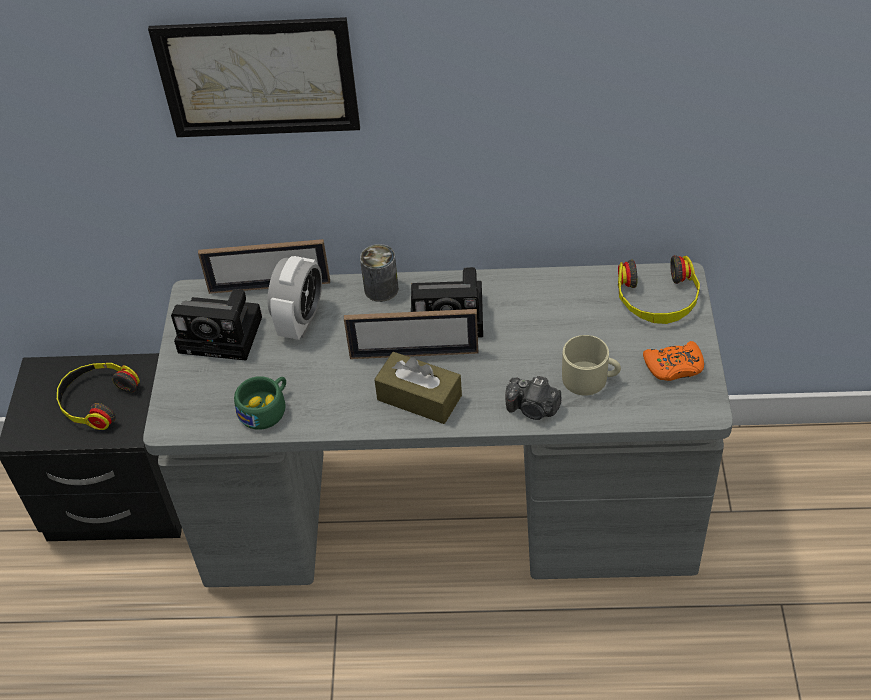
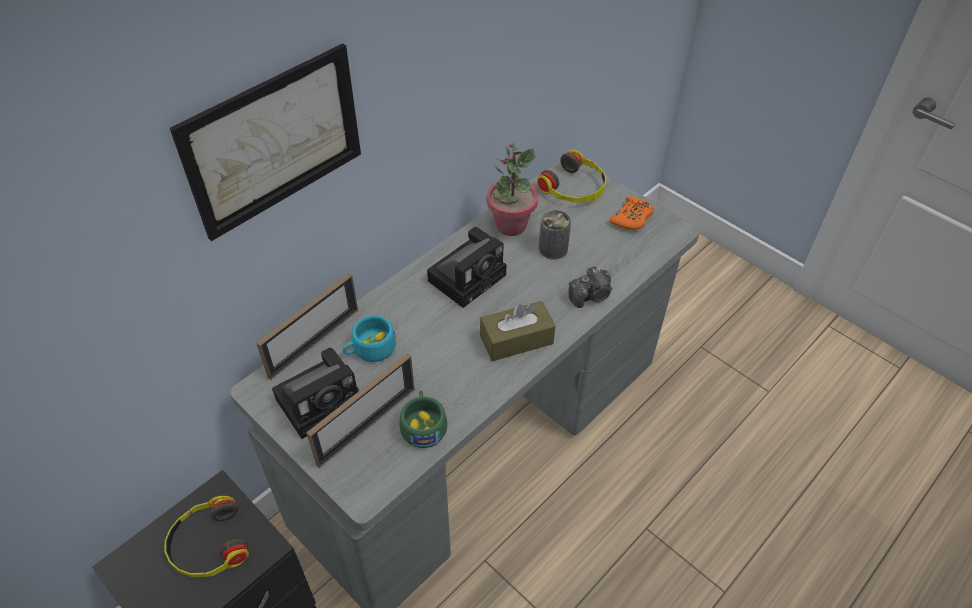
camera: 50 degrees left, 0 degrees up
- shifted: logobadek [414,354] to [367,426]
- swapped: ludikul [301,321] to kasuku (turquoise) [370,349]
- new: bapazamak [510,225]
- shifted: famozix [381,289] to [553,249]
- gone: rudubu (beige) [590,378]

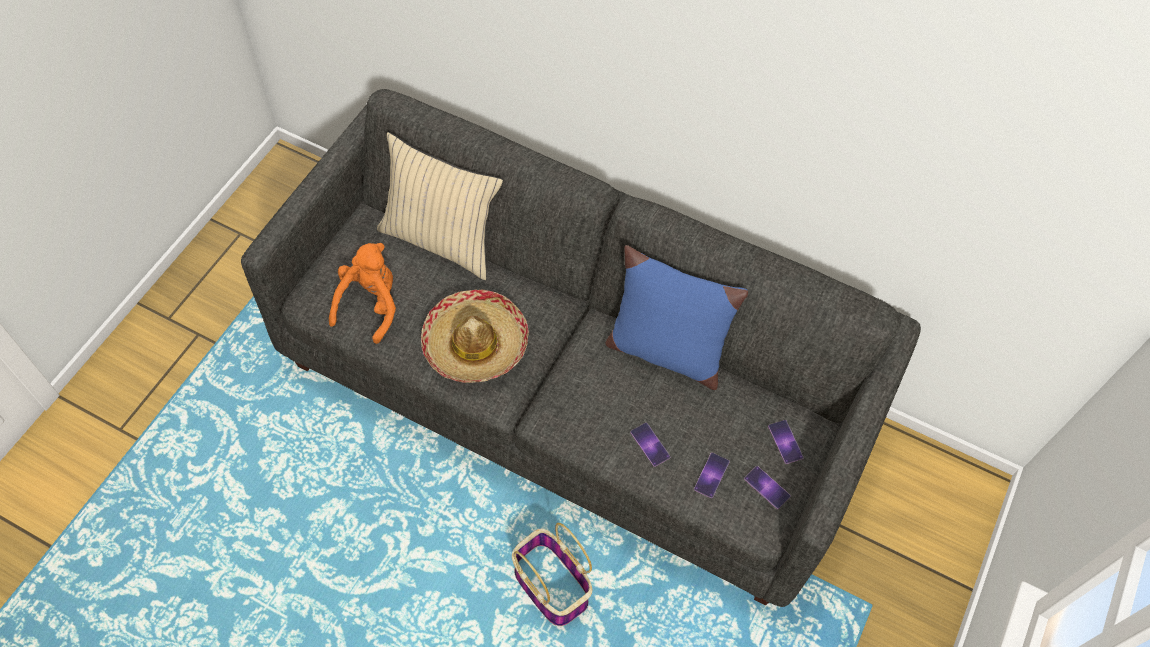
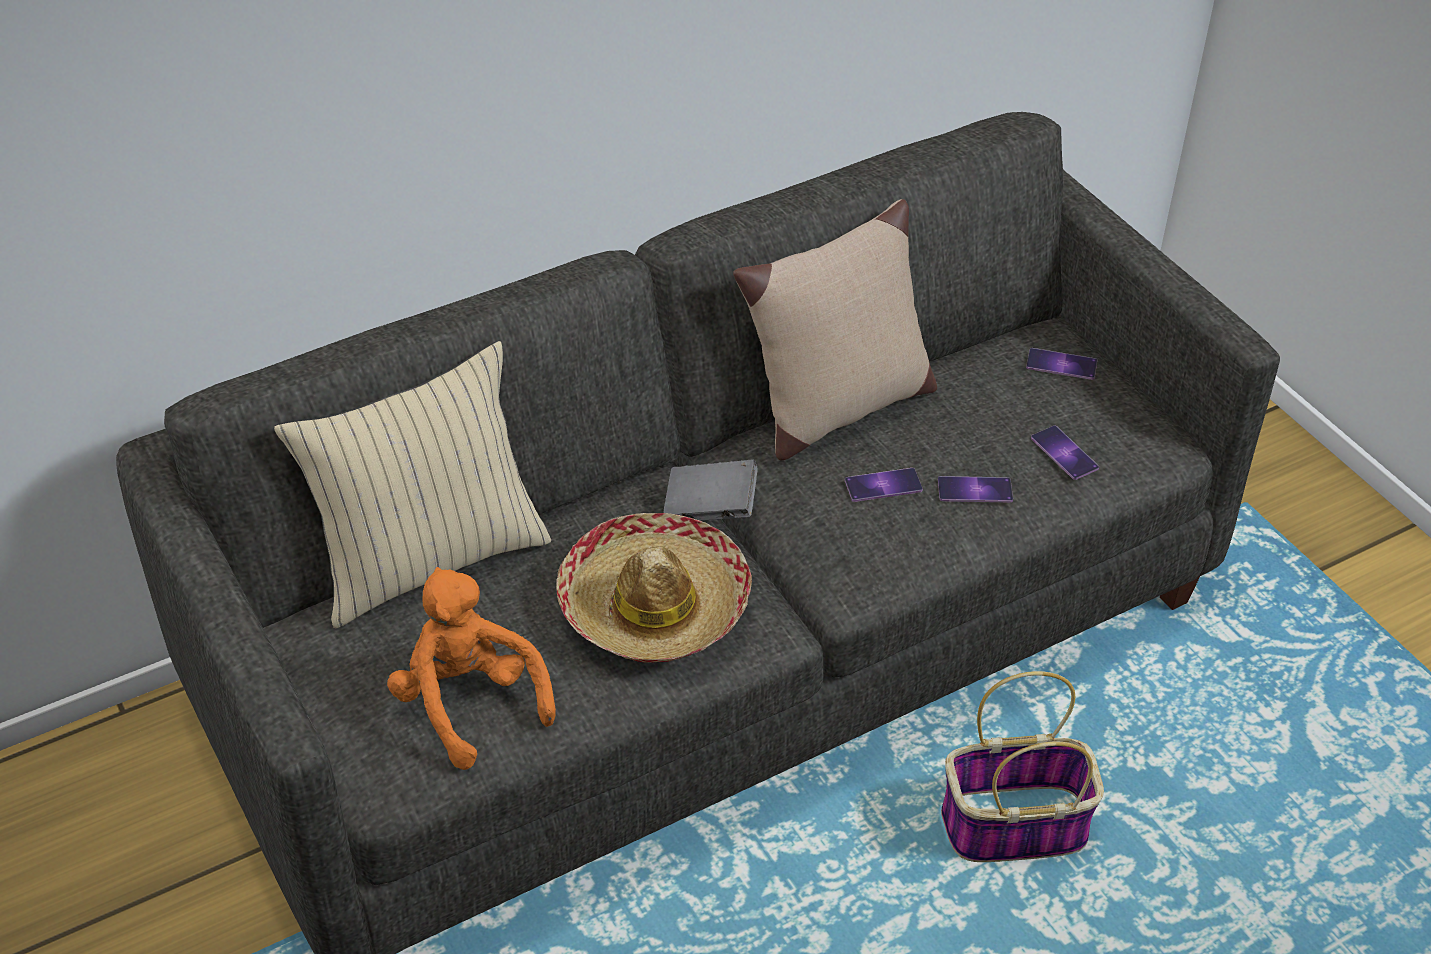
camera: 55 degrees left, 15 degrees down
- new: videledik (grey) [710,508]
- repainted: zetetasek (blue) [664,351] to zetetasek (beige) [836,409]
- shifted: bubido [767,487] to [883,485]

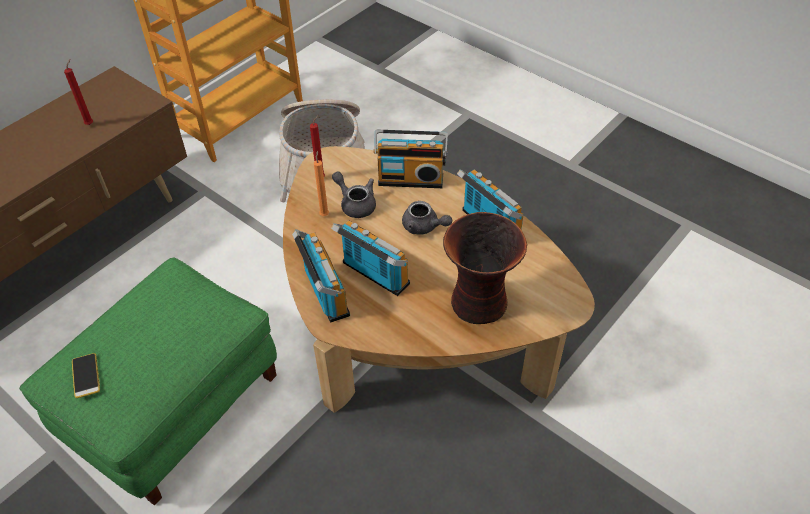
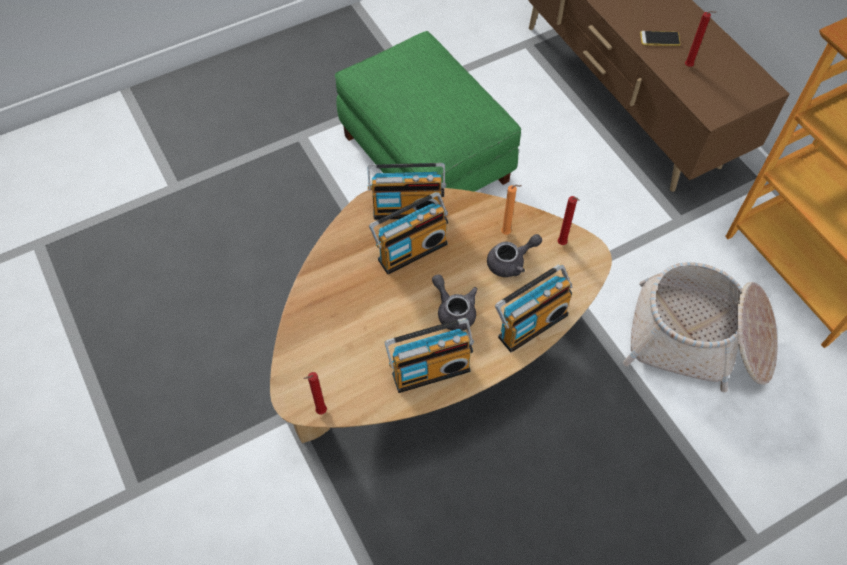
camera: 110 degrees right, 10 degrees up
- new: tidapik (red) [320,412]
- rotated: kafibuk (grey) [424,227] = [454,310] 90 degrees clockwise
- rotated: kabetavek [411,178] = [530,323] 150 degrees counterclockwise
- shifted: bubido [86,375] to [660,39]
- gone: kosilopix [480,304]

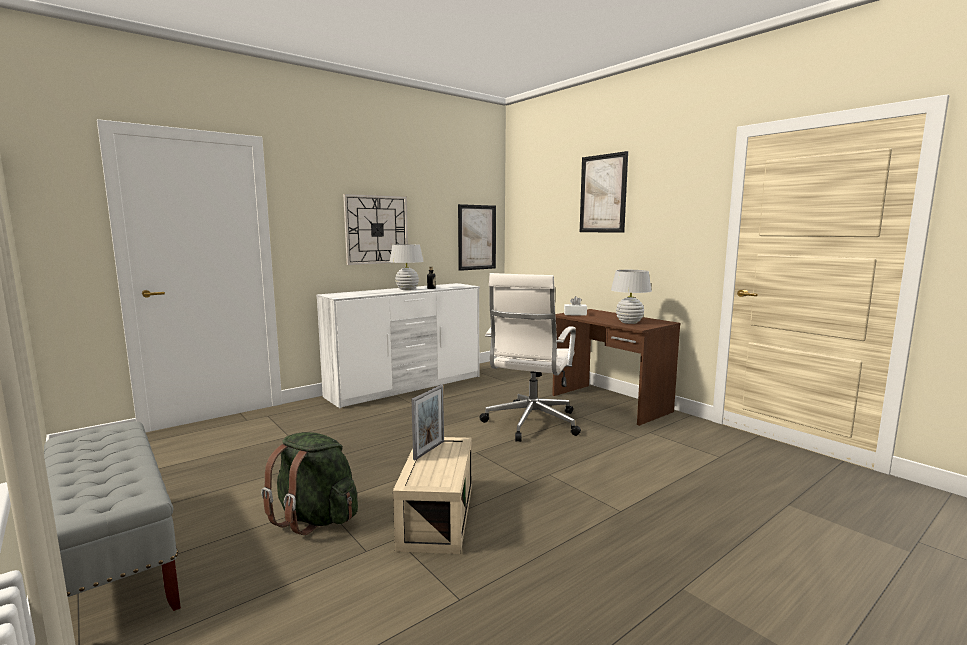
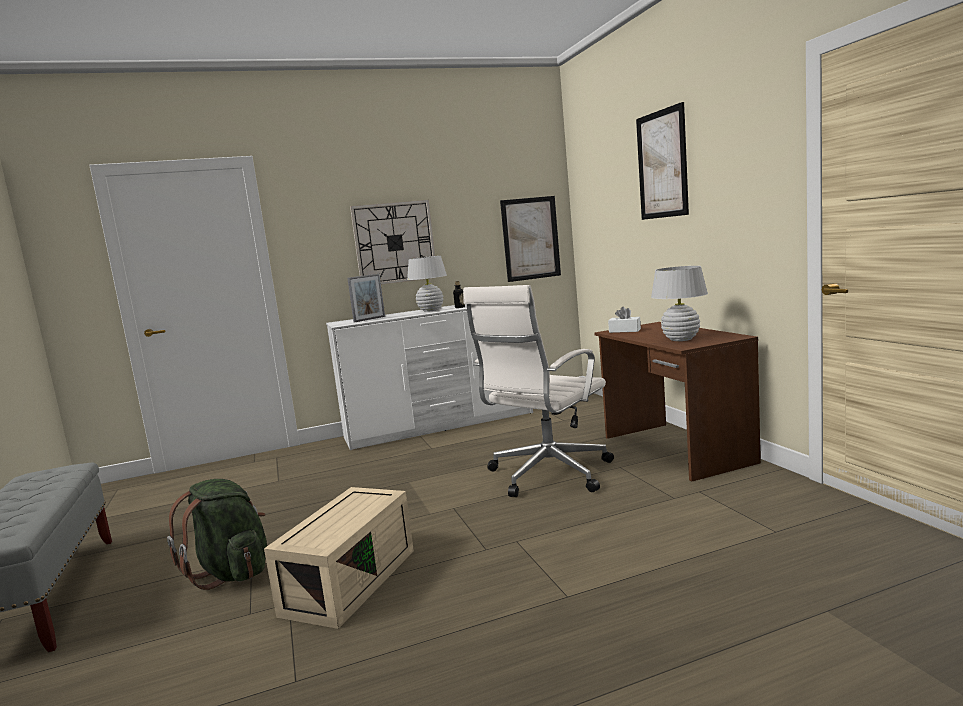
camera: 20 degrees right, 0 degrees up
- shifted: logobadek [429,450] to [369,319]

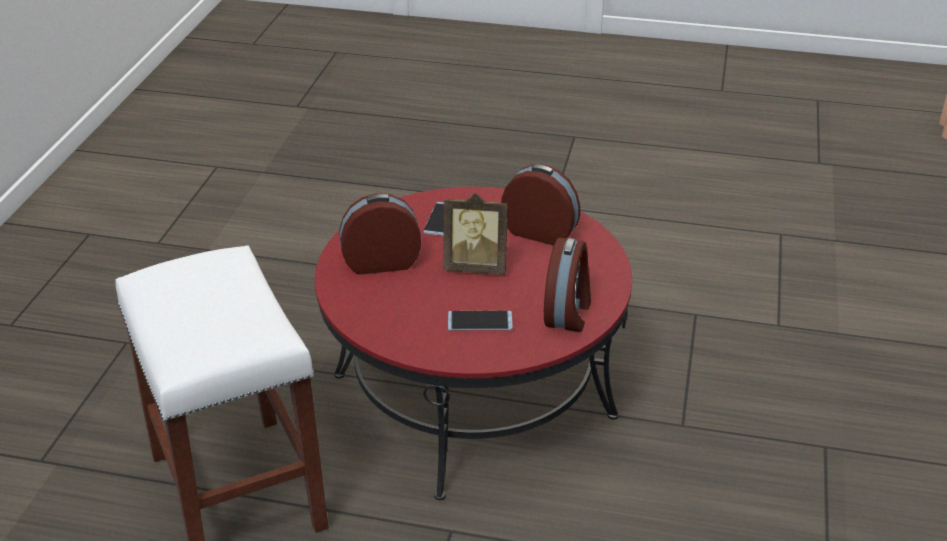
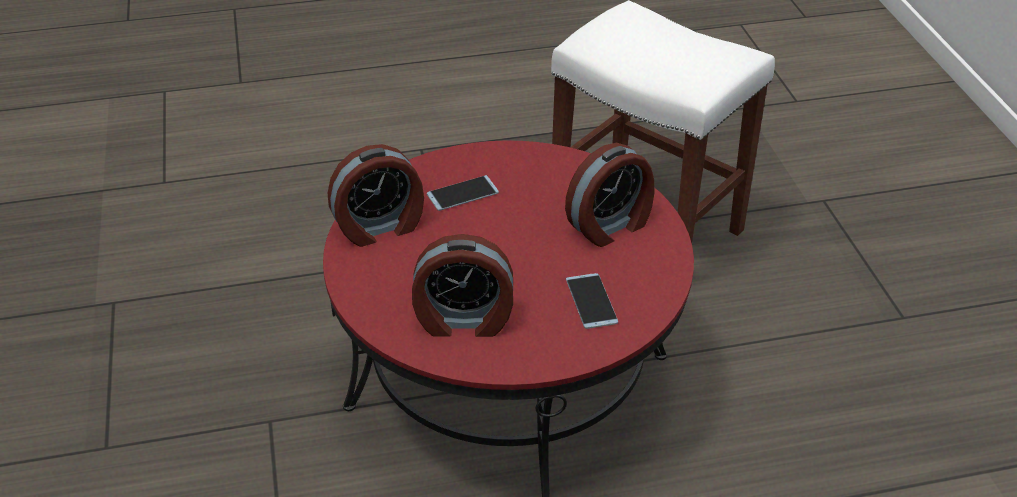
camera: 155 degrees right, 5 degrees up
- rotated: ludikul [568,313] = [380,227] 105 degrees counterclockwise
- gone: logobadek [476,266]

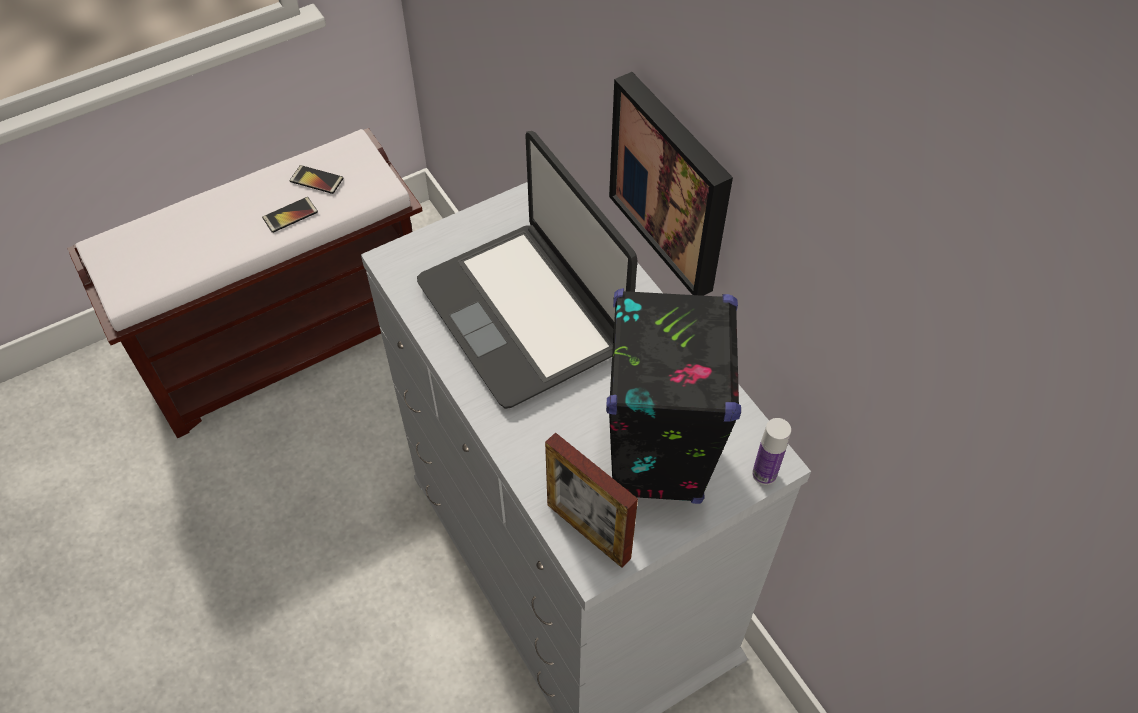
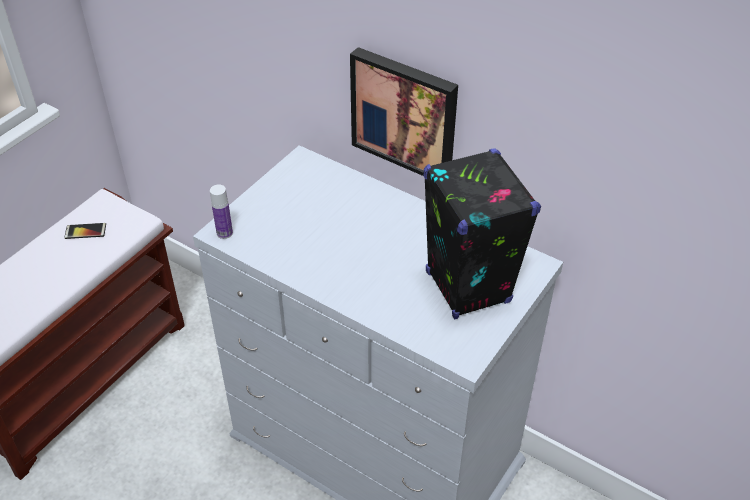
camera: 25 degrees left, 10 degrees down
- shifted: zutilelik [764,474] to [224,233]
- gone: bubido [290,215]
- gone: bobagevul [524,313]
- gone: logobadek [588,531]

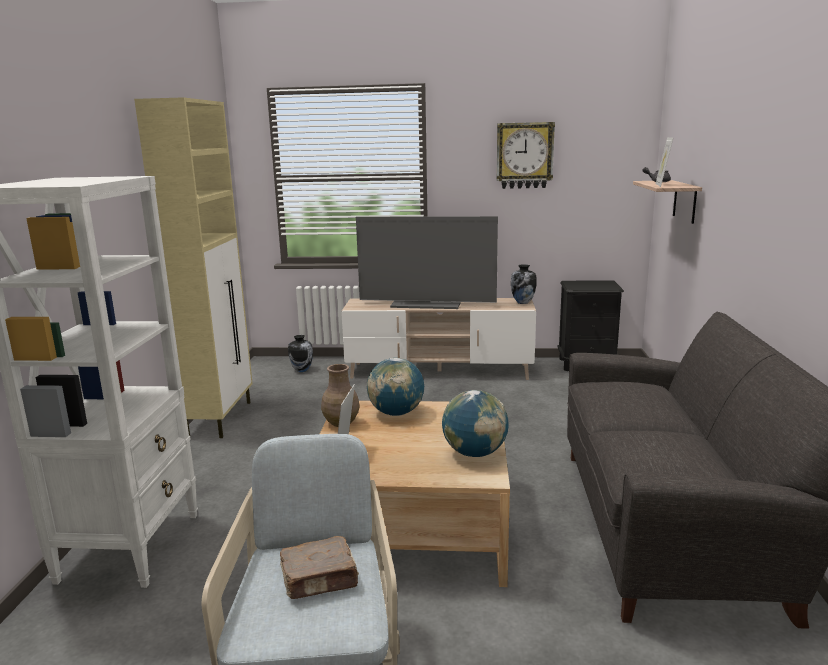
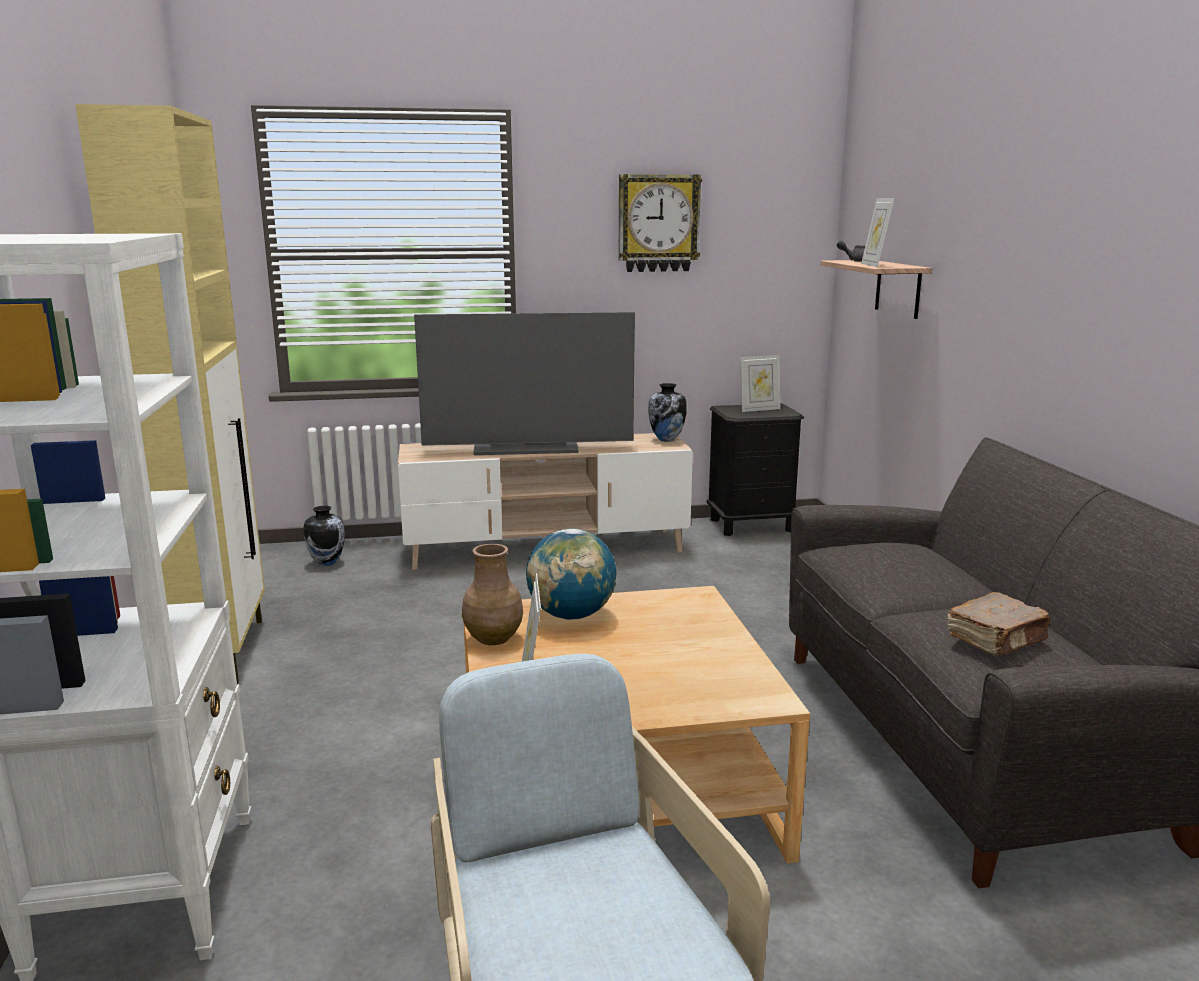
camera: 15 degrees left, 0 degrees up
- new: logobadek [759,409]
- shifted: videledik (brown) [320,580] to [997,639]
- gone: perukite [474,453]

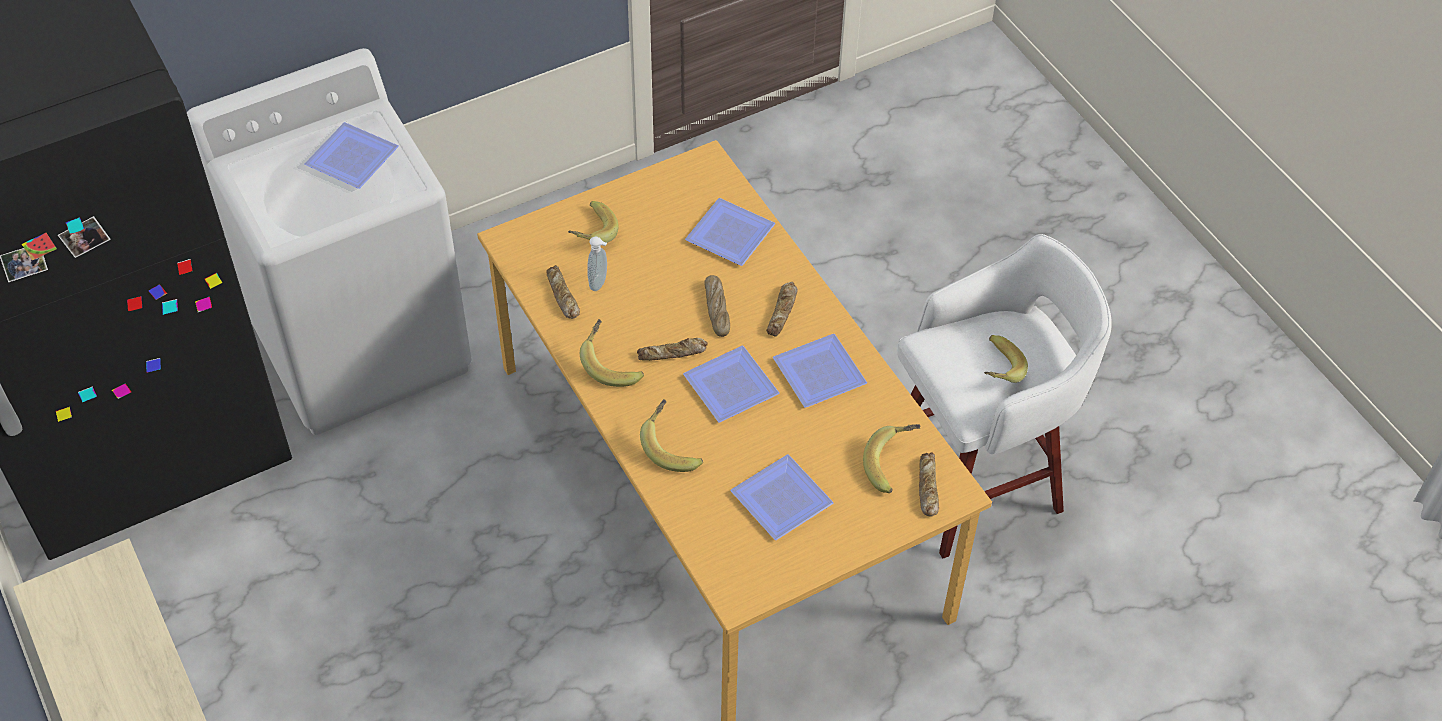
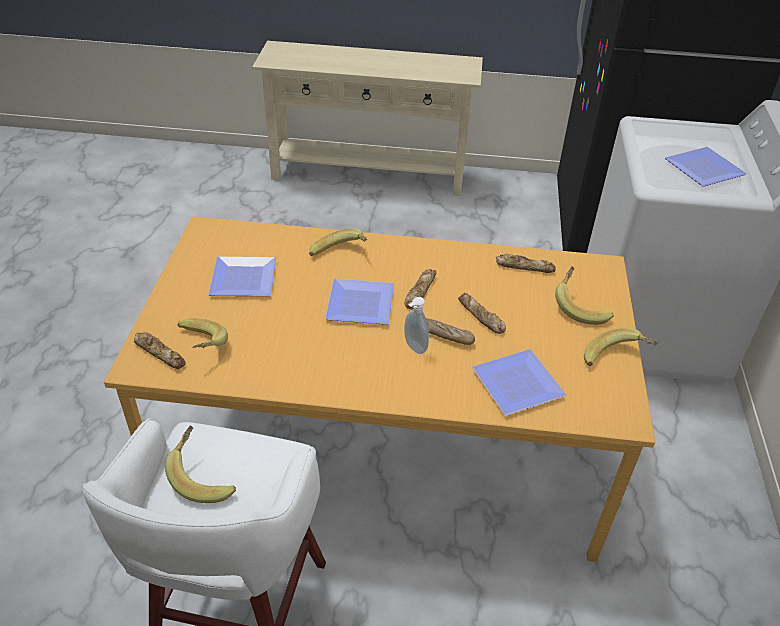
camera: 125 degrees right, 10 degrees down
- shifted: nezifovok [600,283] to [414,348]
- shifted: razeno [782,312] to [480,317]
- shifted: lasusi [612,364] to [616,360]
- gone: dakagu [818,376]

